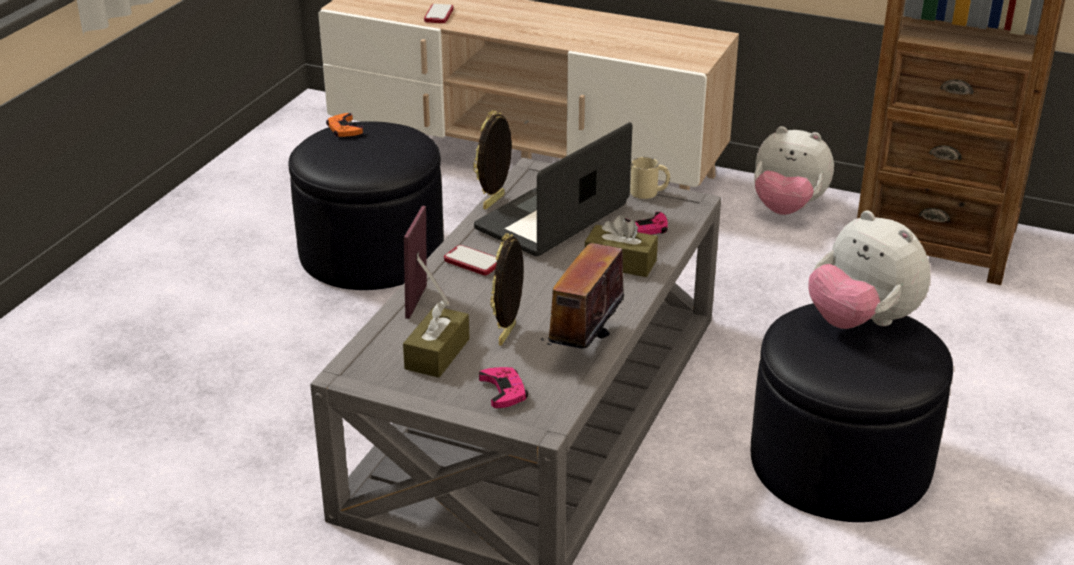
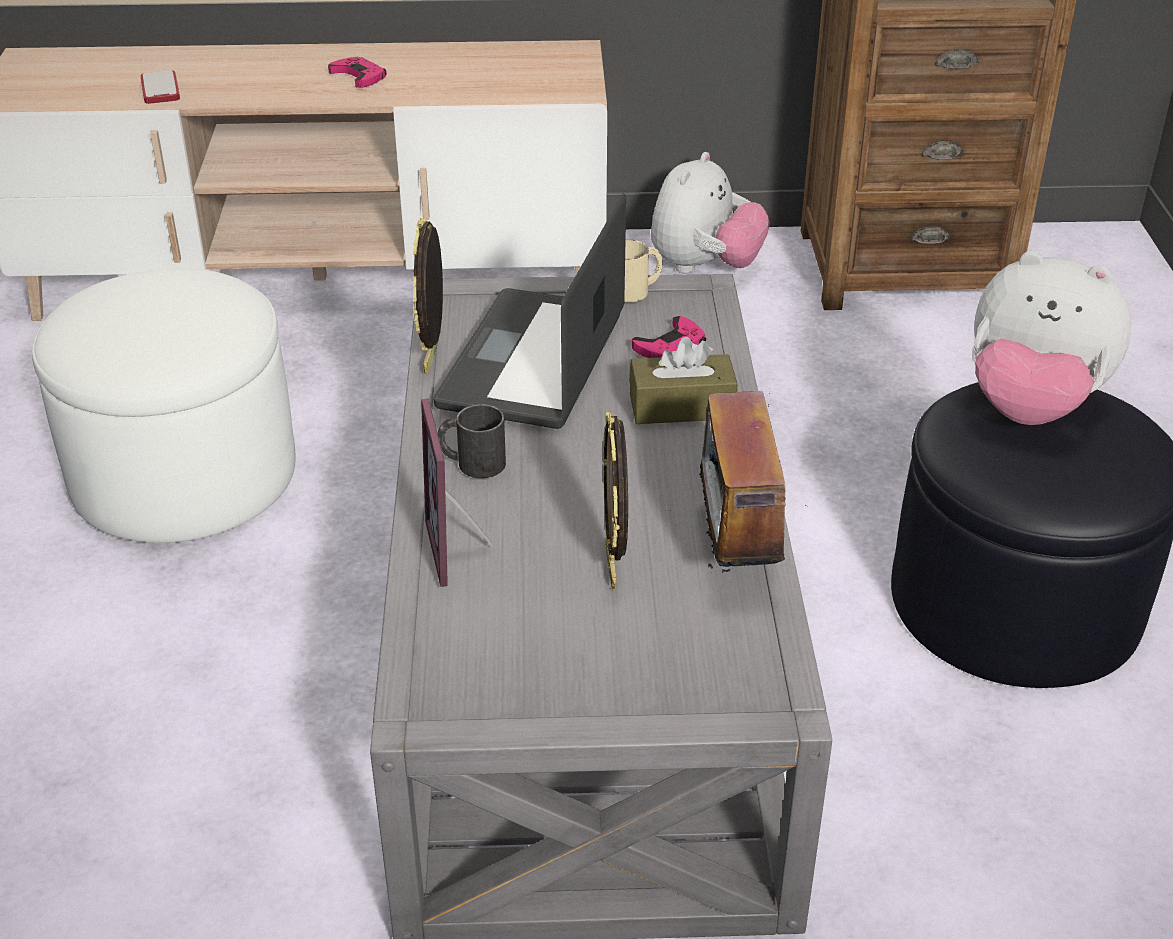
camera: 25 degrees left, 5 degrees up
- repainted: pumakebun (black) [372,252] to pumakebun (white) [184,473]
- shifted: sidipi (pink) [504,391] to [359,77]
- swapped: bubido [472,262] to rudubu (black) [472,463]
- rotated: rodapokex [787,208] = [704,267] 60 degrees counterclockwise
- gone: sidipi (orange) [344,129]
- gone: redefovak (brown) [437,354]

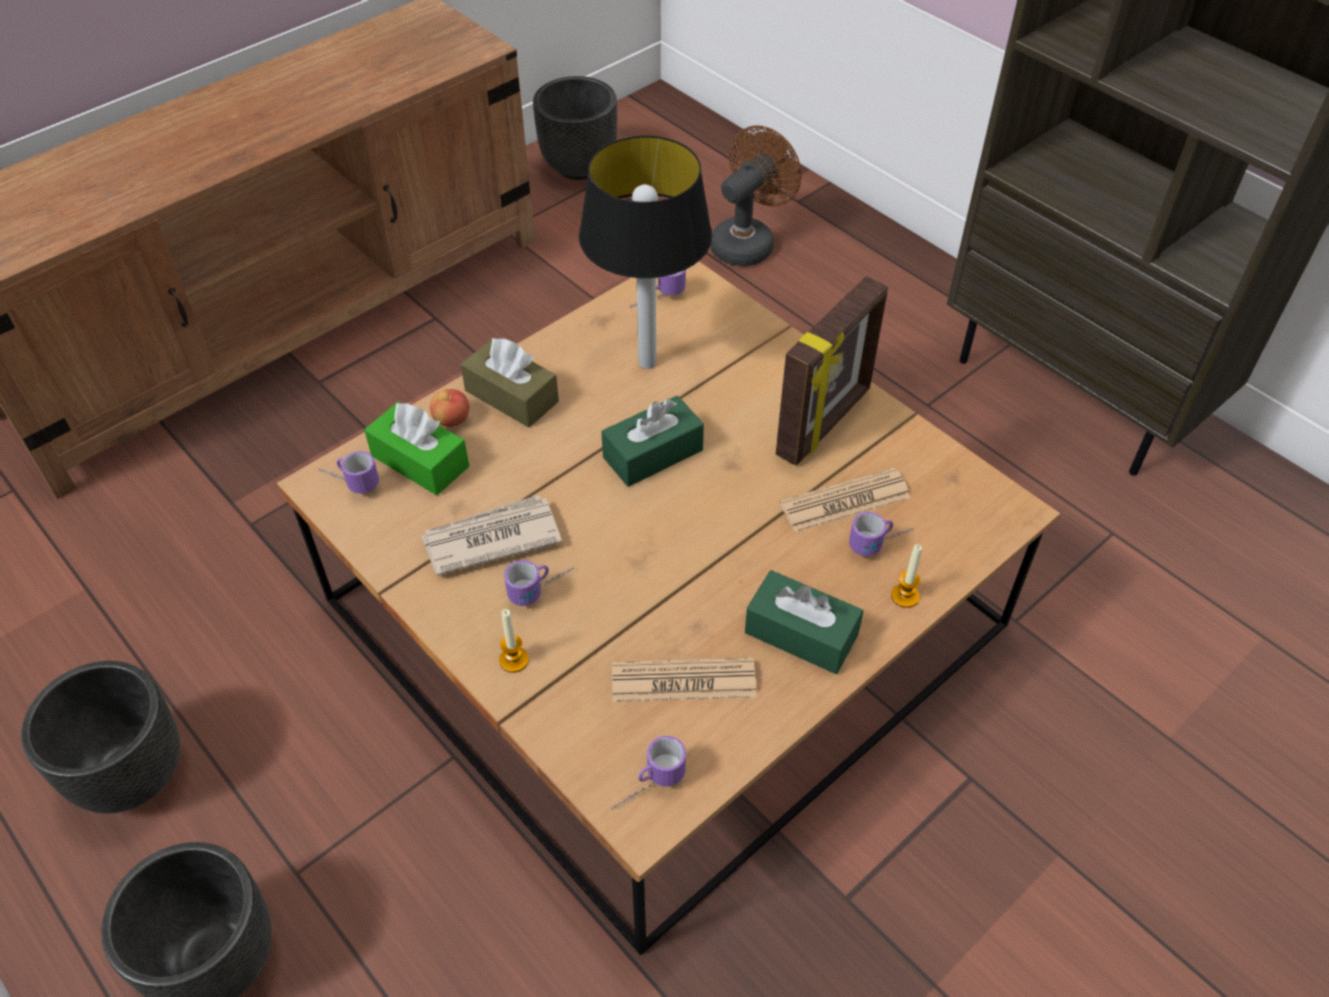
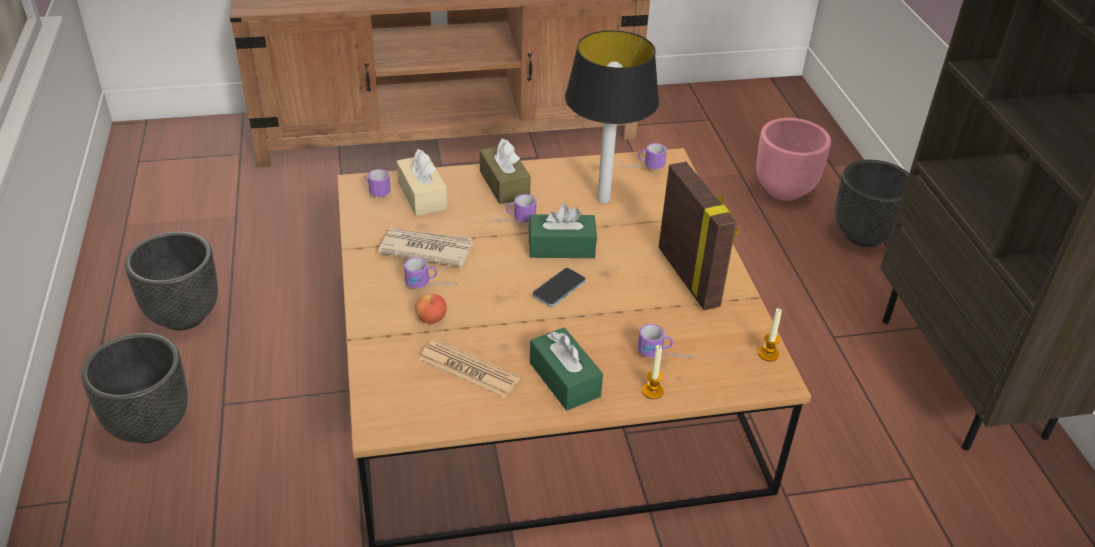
camera: 30 degrees right, 10 degrees down
- repainted: redefovak (green) [420,461] to redefovak (beige) [422,195]
- shifted: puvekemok [452,419] to [431,318]
- shifted: rudubu [647,787] to [511,222]
- new: bubido [559,288]
- rotated: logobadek [825,423] = [690,277] 90 degrees counterclockwise
- swapped: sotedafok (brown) [748,242] to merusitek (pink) [783,190]
- shifted: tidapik [514,660] to [768,354]
- shifted: merusitek (black) [580,167] to [864,235]
- gone: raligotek [845,501]

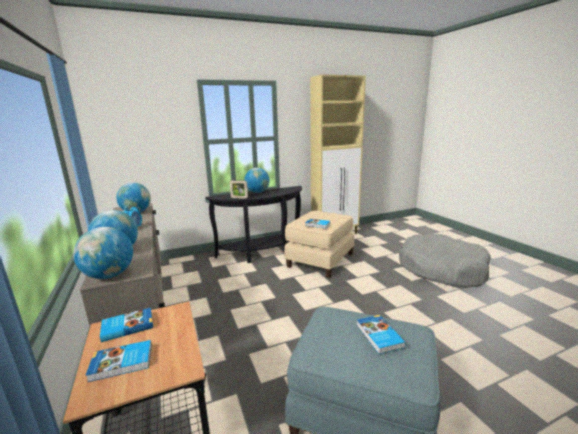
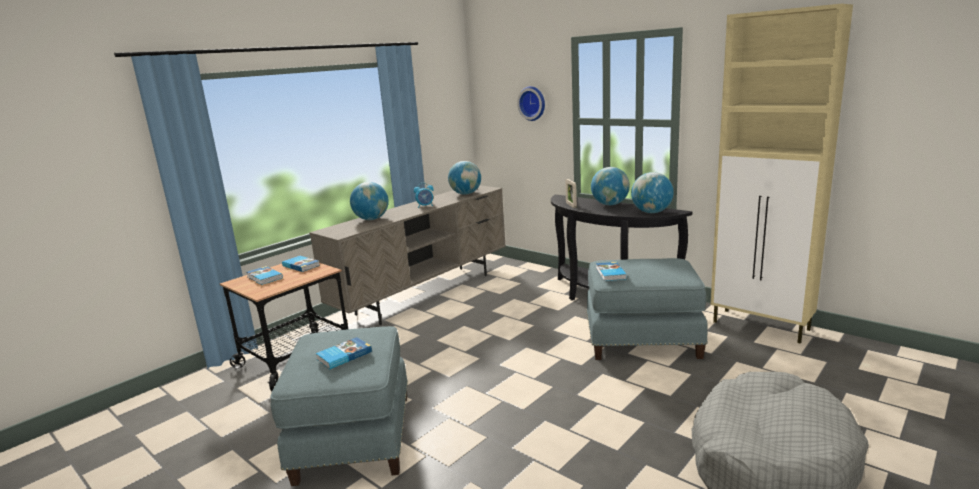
camera: 65 degrees right, 0 degrees up
- new: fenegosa [533,103]
- repainted: pumakebun (beige) [320,260] to pumakebun (blue) [642,339]
- shifted: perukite [109,276] to [651,212]

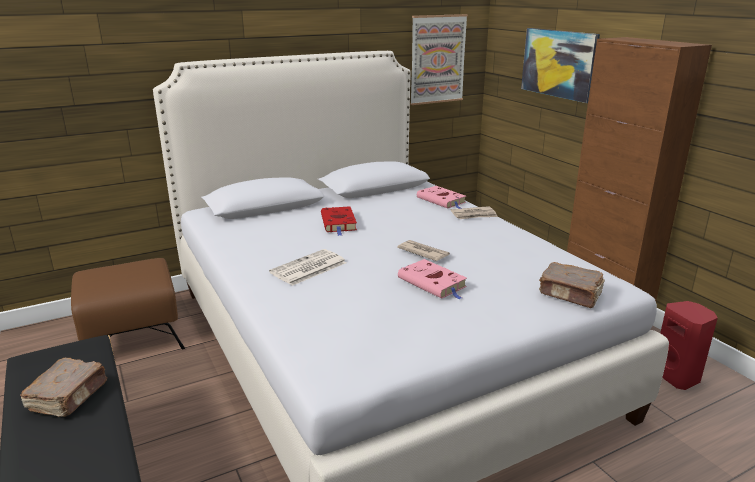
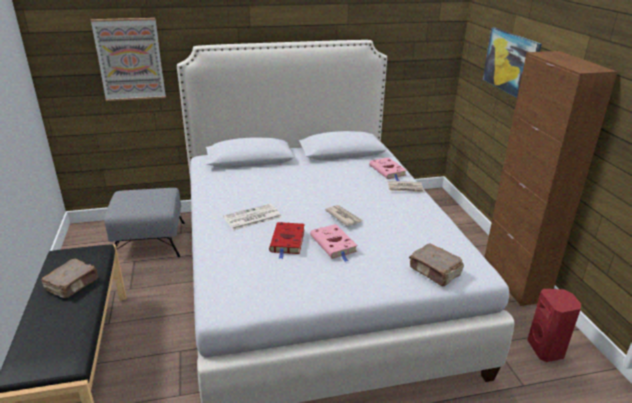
camera: 15 degrees right, 5 degrees up
- shifted: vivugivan [437,59] to [130,59]
- repainted: pumakebun (brown) [131,336] to pumakebun (grey) [149,241]
- shifted: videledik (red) [339,223] to [287,241]

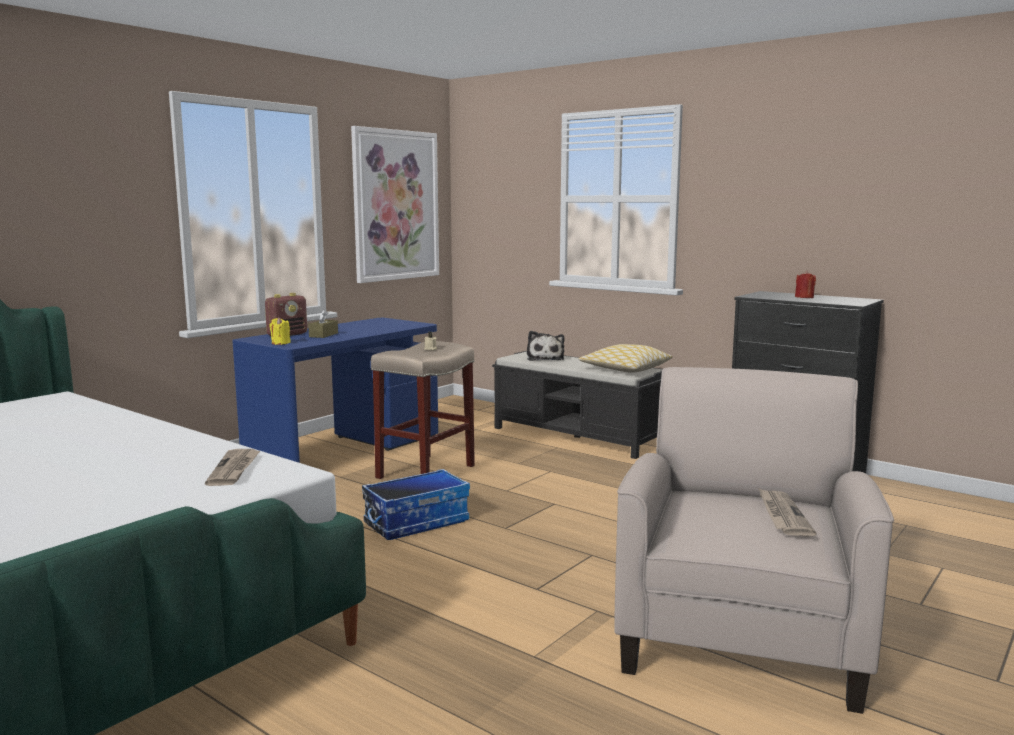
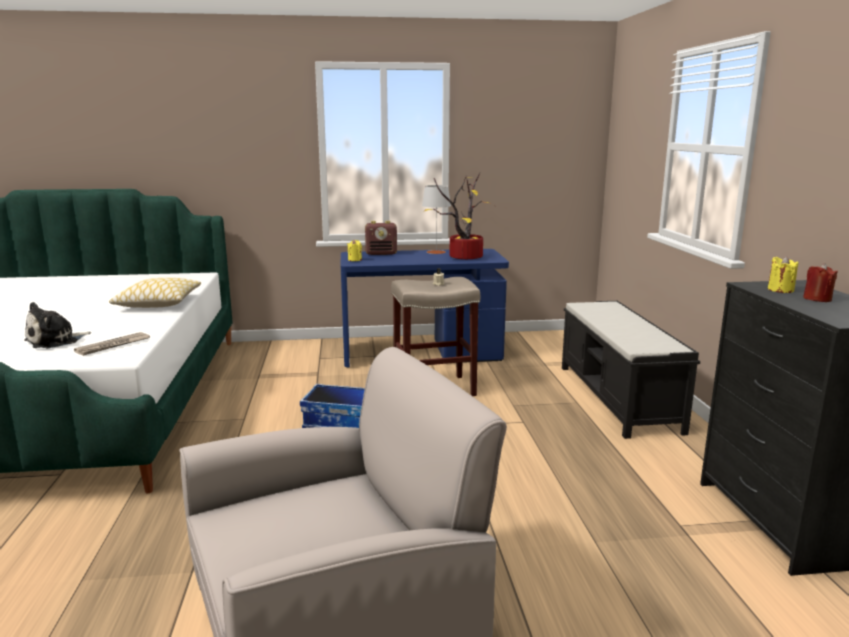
camera: 45 degrees right, 5 degrees up
- shifted: rodapokex [545,358] to [55,341]
- shifted: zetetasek [625,369] to [158,303]
- new: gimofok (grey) [436,252]
- new: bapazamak [465,257]
- new: tidapik (yellow) [780,290]
- gone: redefovak (brown) [323,335]
- gone: vivugivan [396,205]
- gone: raligotek [782,515]

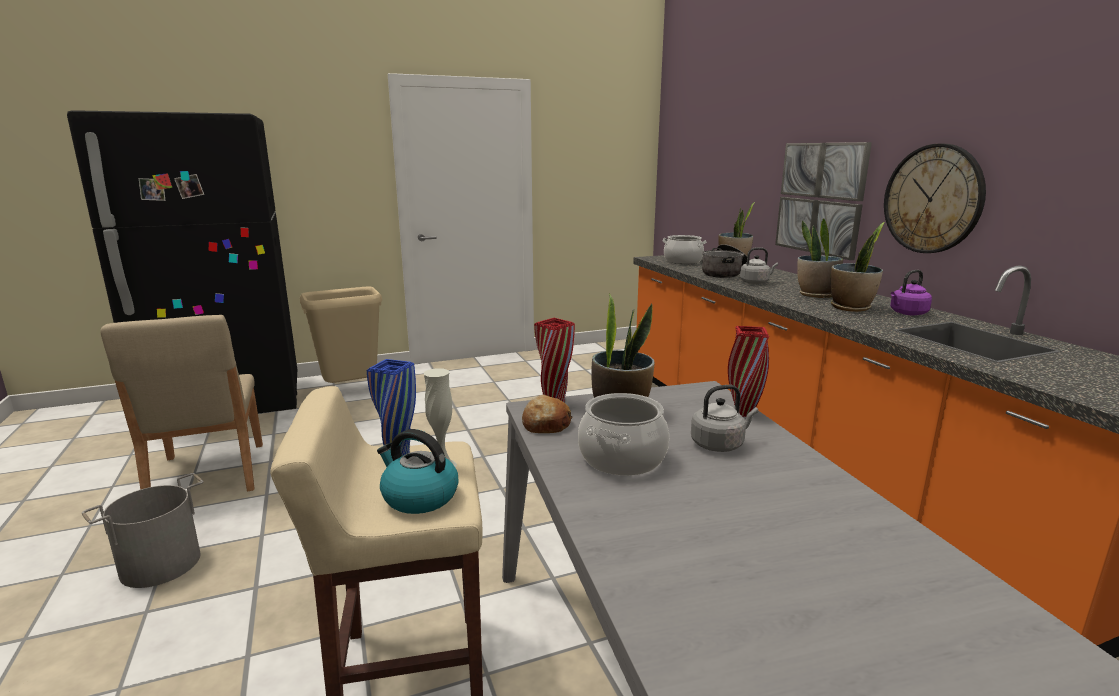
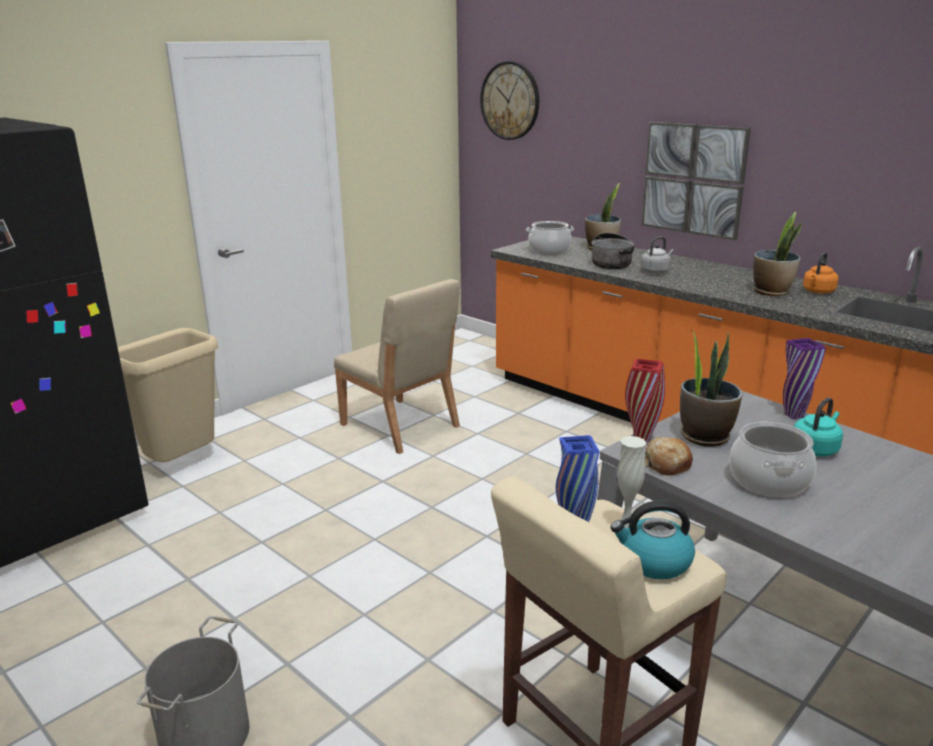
camera: 25 degrees left, 5 degrees up
- shifted: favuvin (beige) [207,474] to [400,426]
- shifted: fenegosa [933,199] to [510,101]
- repainted: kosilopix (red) [743,413] to kosilopix (purple) [794,415]
- repainted: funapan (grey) [719,444] to funapan (turquoise) [815,449]
- repainted: funapan (purple) [907,313] to funapan (orange) [818,291]
- gone: bapazamak [816,295]

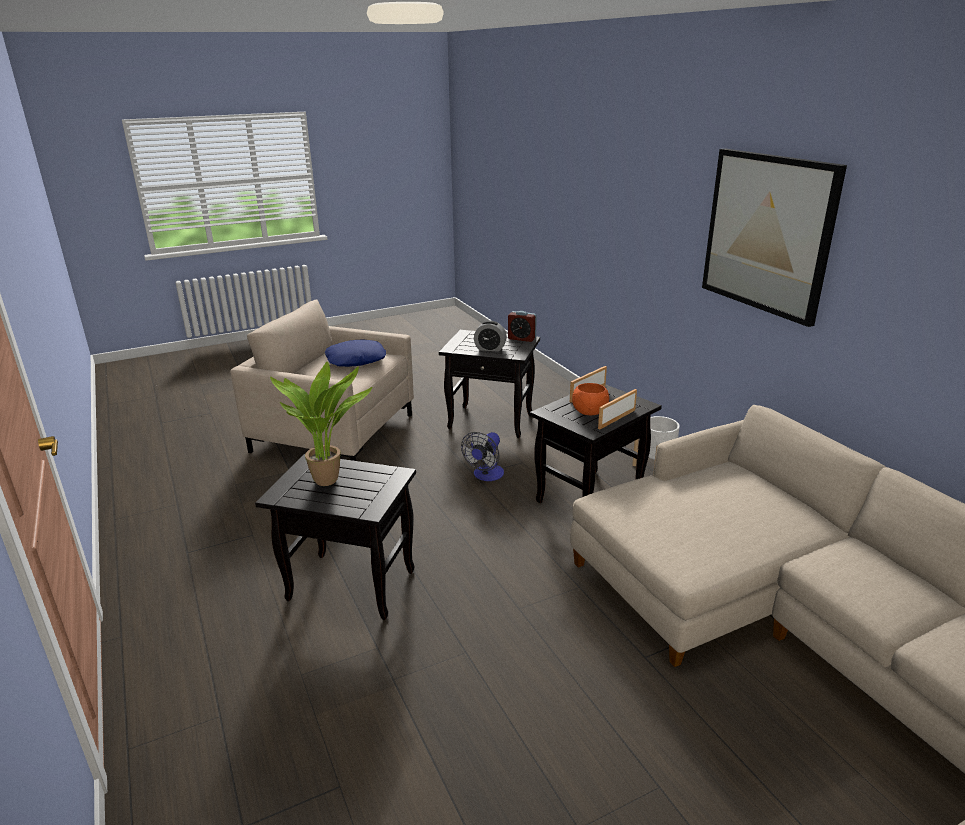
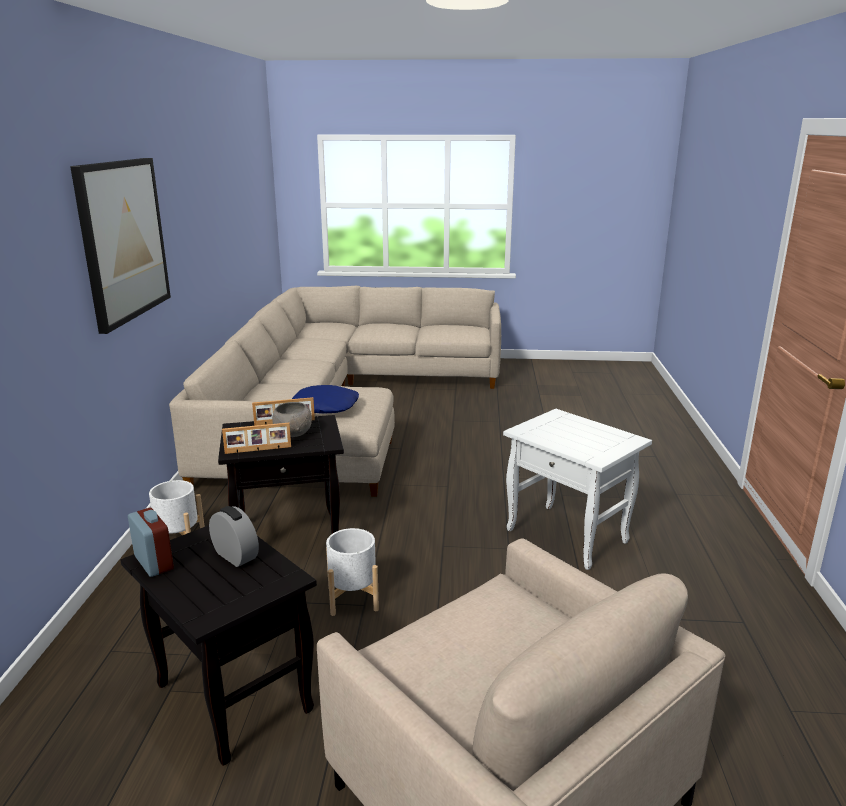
camera: 150 degrees left, 5 degrees down
- repainted: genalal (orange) [590,412] to genalal (grey) [293,433]
- shifted: zetetasek (blue) [356,360] to [325,406]
- swapped: sotedafok [486,476] to merusitek (white) [353,599]
- repainted: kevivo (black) [349,586] to kevivo (white) [569,536]
- gone: bapazamak [330,479]

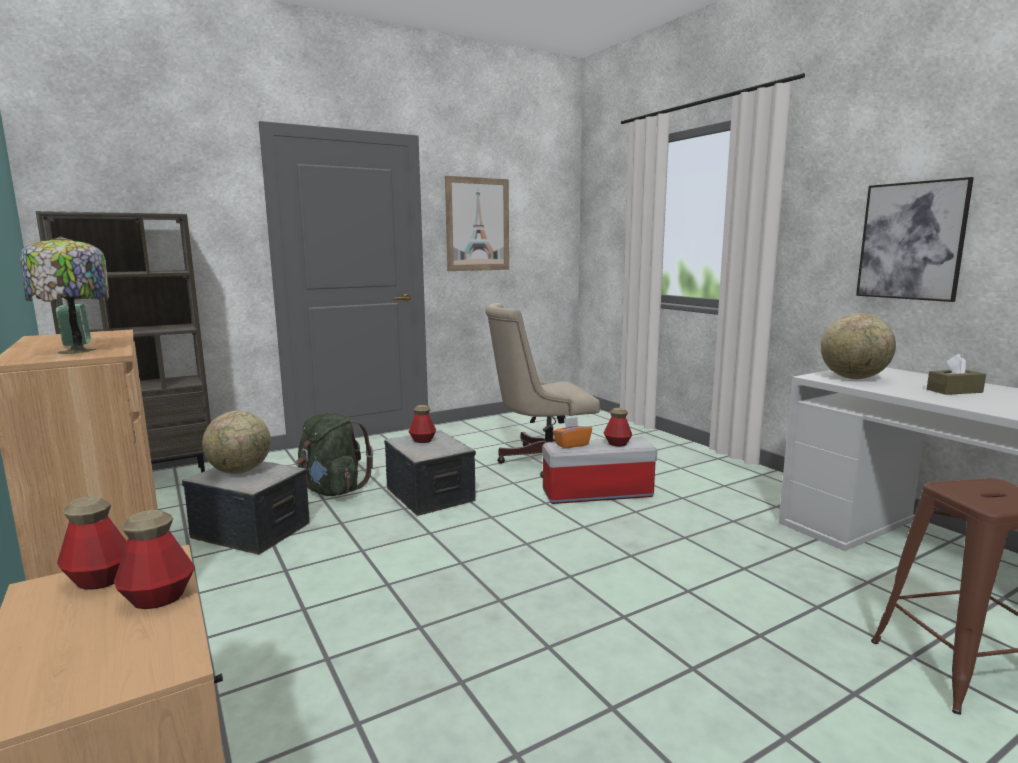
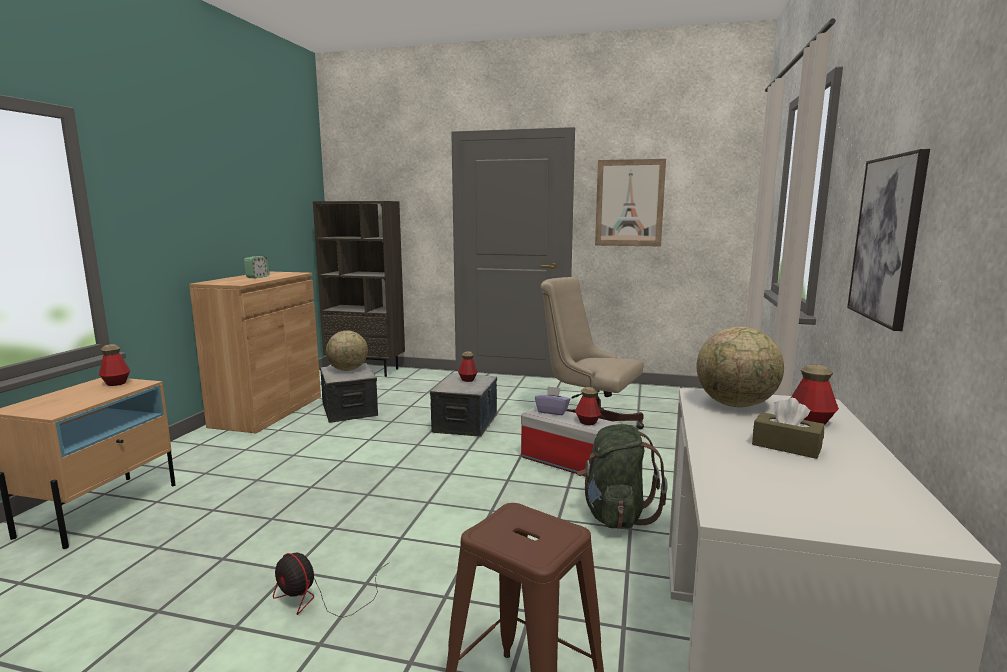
camera: 45 degrees right, 0 degrees up
- new: sotedafok [320,598]
- repainted: redefovak (orange) [571,444] to redefovak (purple) [552,411]
- shifted: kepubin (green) [332,490] to [615,515]
- shifted: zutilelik [158,598] to [810,421]
- gone: gimofok [76,351]

